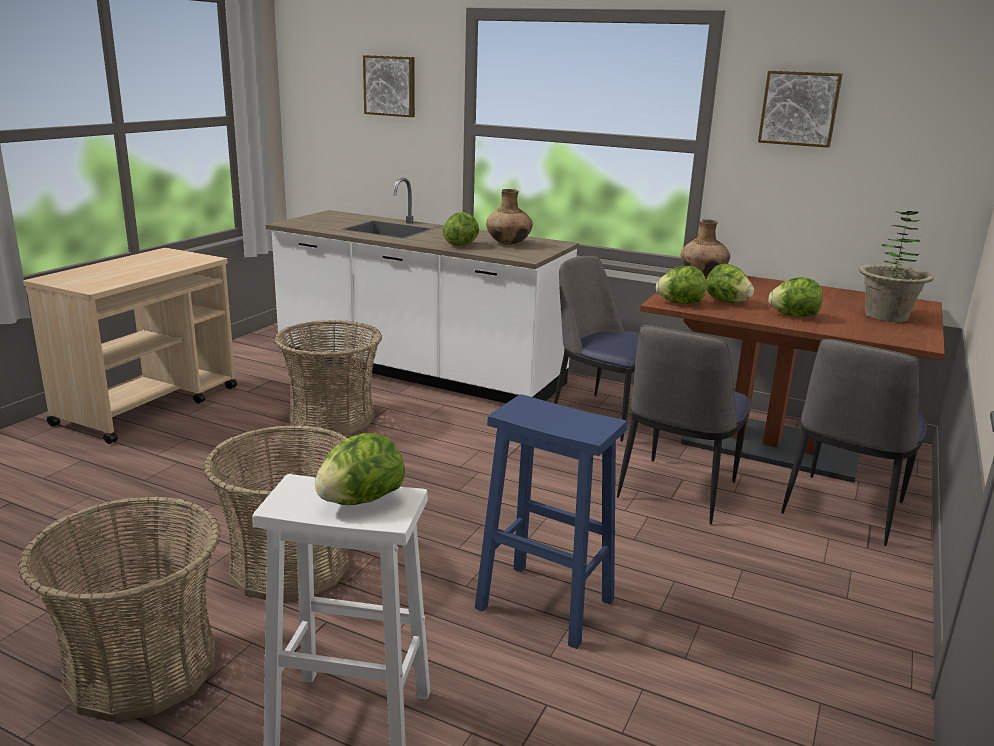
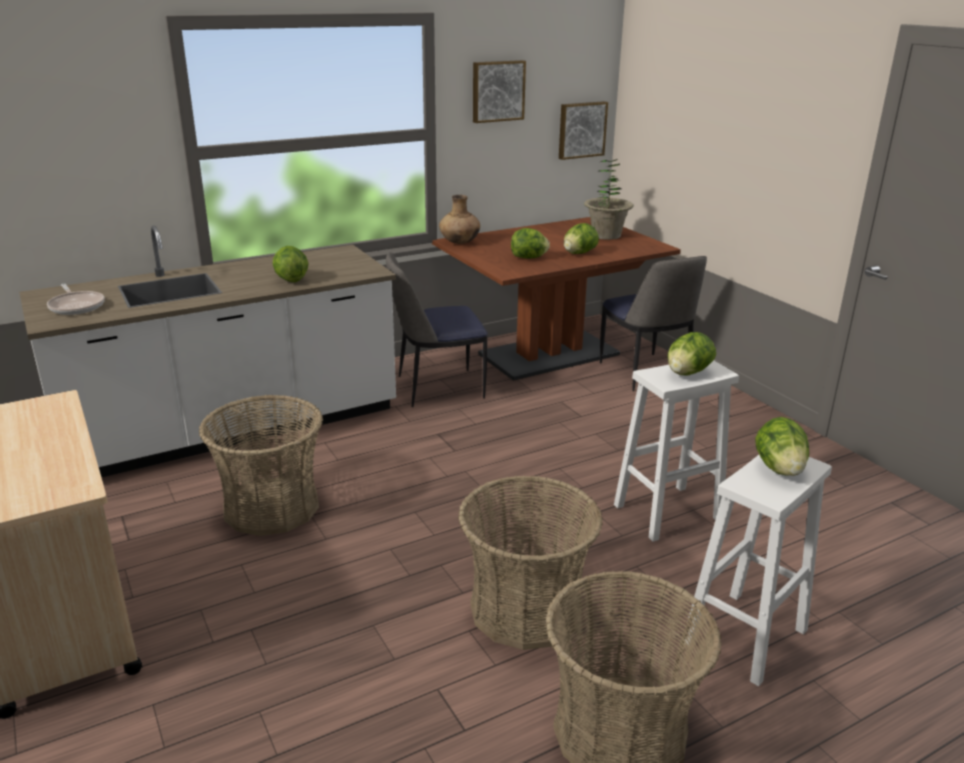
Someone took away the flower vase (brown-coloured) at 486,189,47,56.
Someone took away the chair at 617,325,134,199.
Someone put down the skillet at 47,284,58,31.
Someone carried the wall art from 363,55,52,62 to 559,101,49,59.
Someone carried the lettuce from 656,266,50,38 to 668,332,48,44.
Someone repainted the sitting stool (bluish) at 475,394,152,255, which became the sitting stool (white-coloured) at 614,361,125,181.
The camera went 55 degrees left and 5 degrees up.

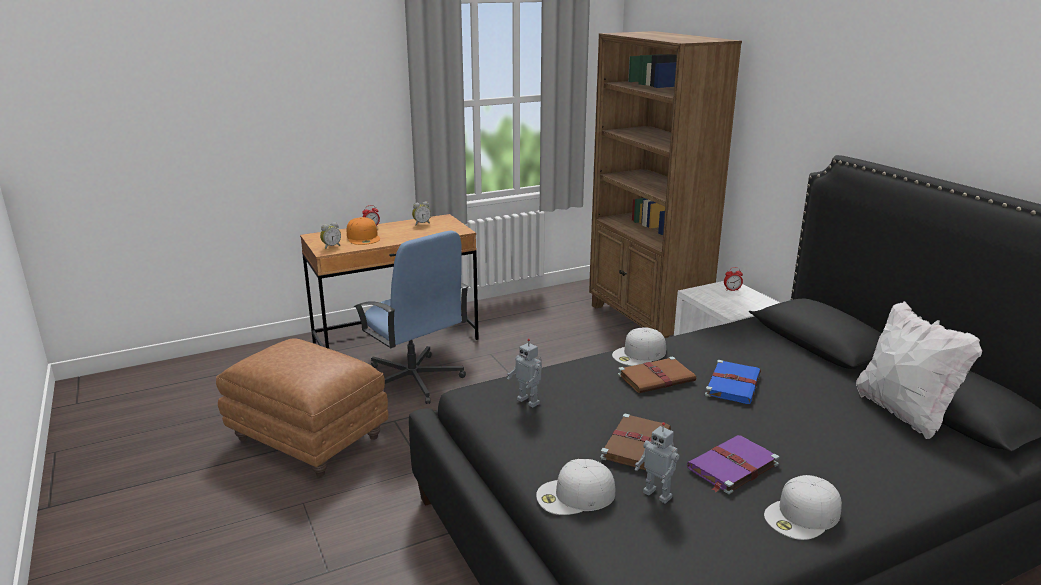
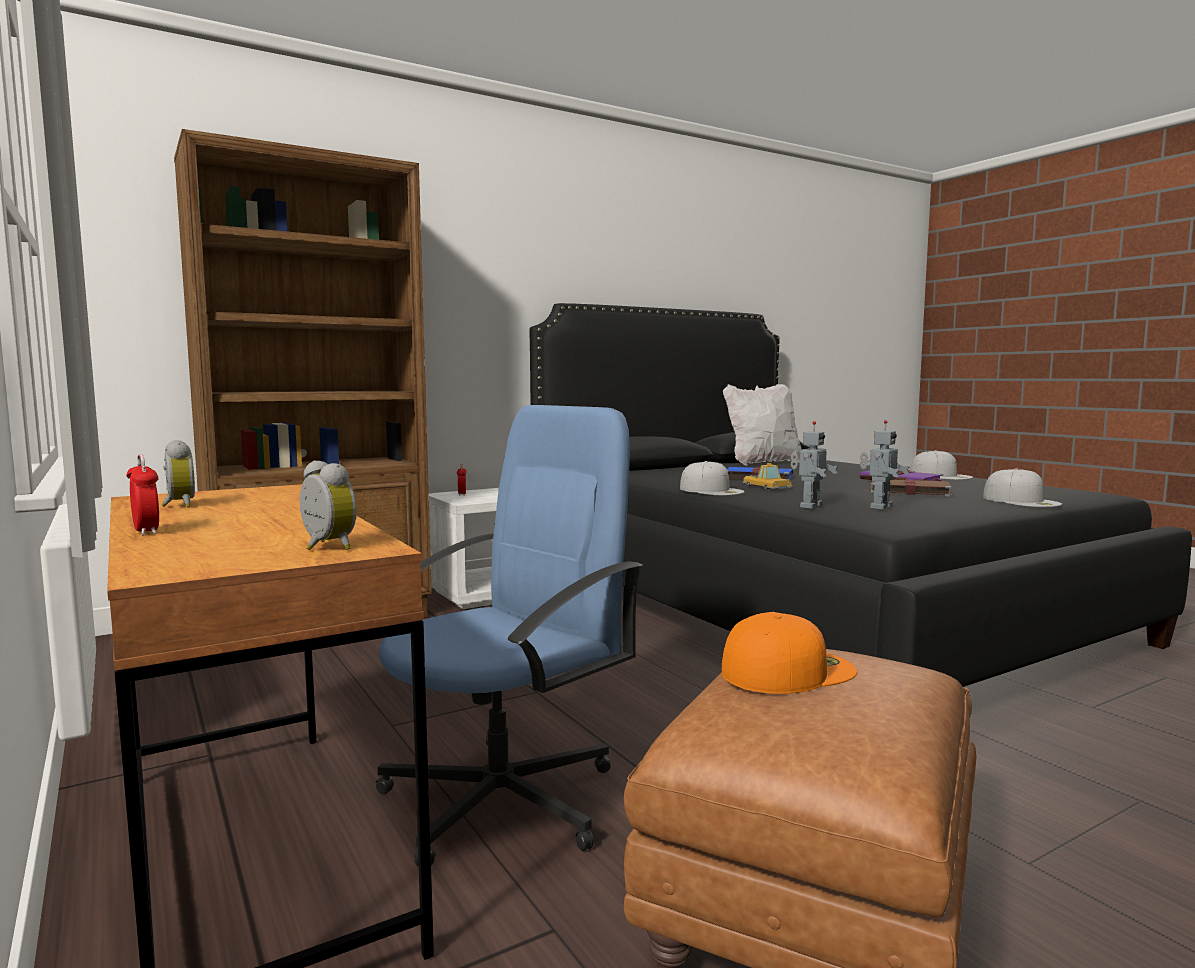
Someone carried the cap (orangey) from 347,217,33,28 to 721,612,137,82.
Someone carried the toy robot from 635,422,44,81 to 791,421,47,88.
Someone swapped the bound book (brown-coloured) at 618,357,78,36 for the model car at 743,463,49,26.
The camera went 95 degrees left and 15 degrees down.

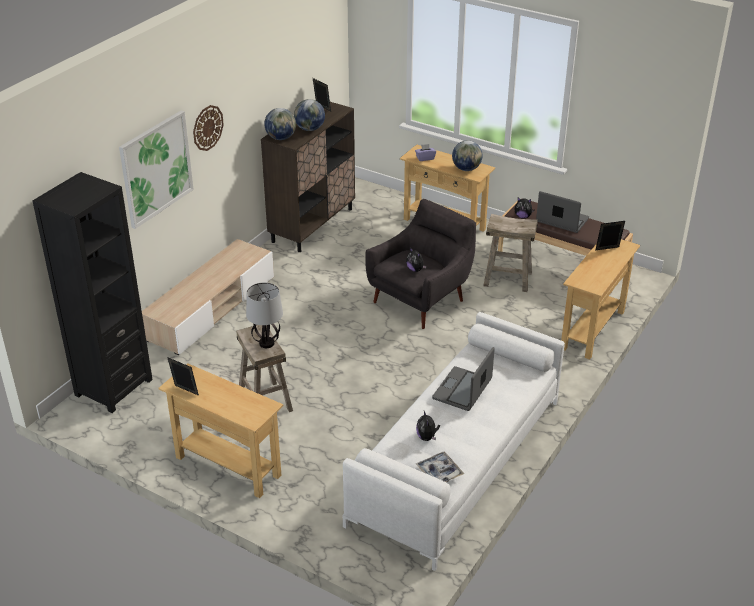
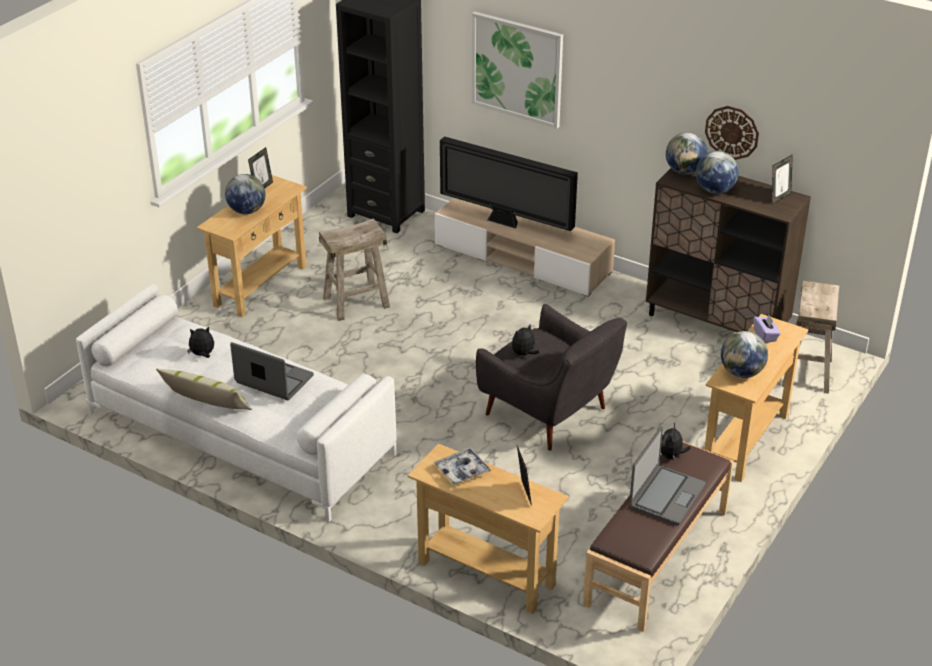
Someone took away the table lamp at 246,282,37,66.
Someone put down the pillow at 156,369,96,41.
Someone put down the globe at 225,174,40,40.
Someone put down the TV set at 440,136,138,95.
Someone carried the hanging clock from 193,105,31,46 to 705,106,54,54.
Someone carried the serving tray from 416,452,48,31 to 434,447,58,39.
Someone carried the sitting stool (beige) from 483,214,55,78 to 782,281,57,112.
The camera went 90 degrees right and 0 degrees up.

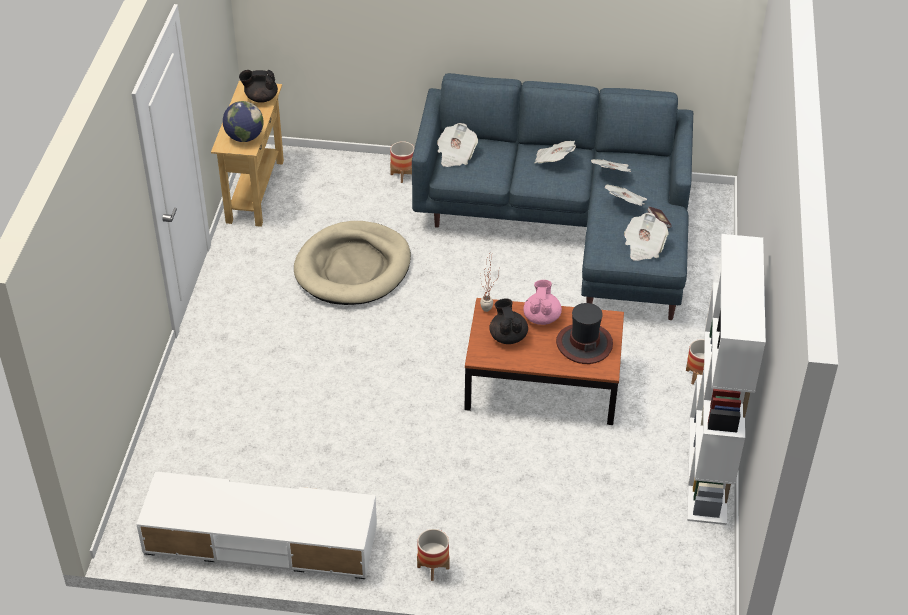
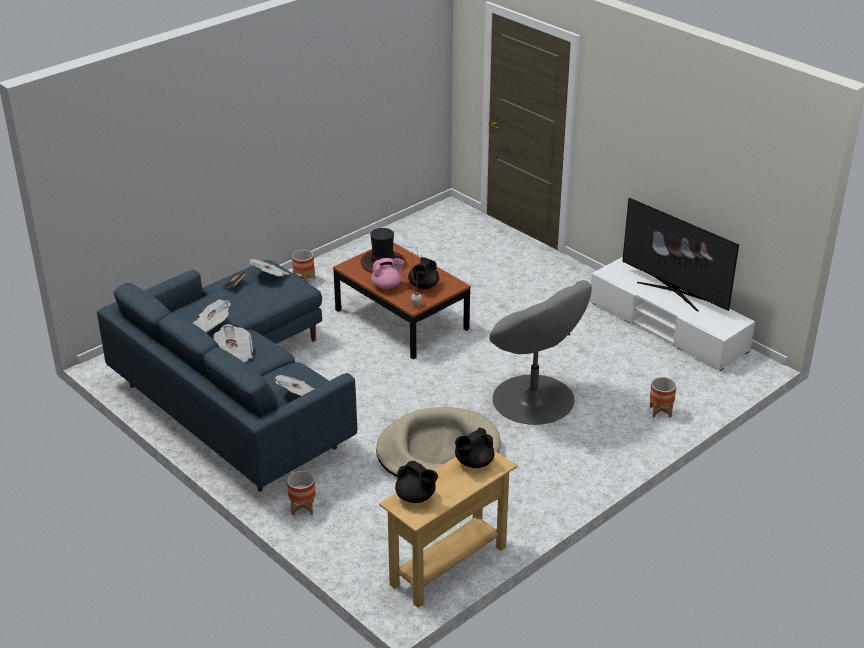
Someone took away the newspaper at 605,185,42,21.
Someone took away the bookshelf (white-coloured) at 687,234,79,291.
Someone put down the lounge chair (gray) at 489,280,103,145.
Someone put down the TV set at 622,198,117,114.
Someone carried the planter from 417,529,33,52 to 650,377,27,41.
Someone swapped the globe at 223,101,41,41 for the pot for tea (black-coloured) at 455,427,39,41.
Someone rotated the pot for tea (pink-coloured) at 523,280,39,45 by 150 degrees counterclockwise.
The camera went 140 degrees left and 10 degrees down.

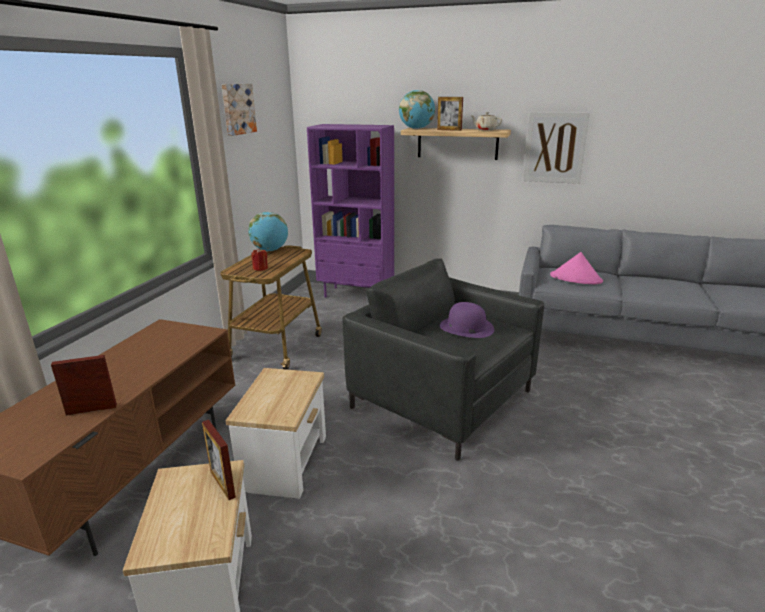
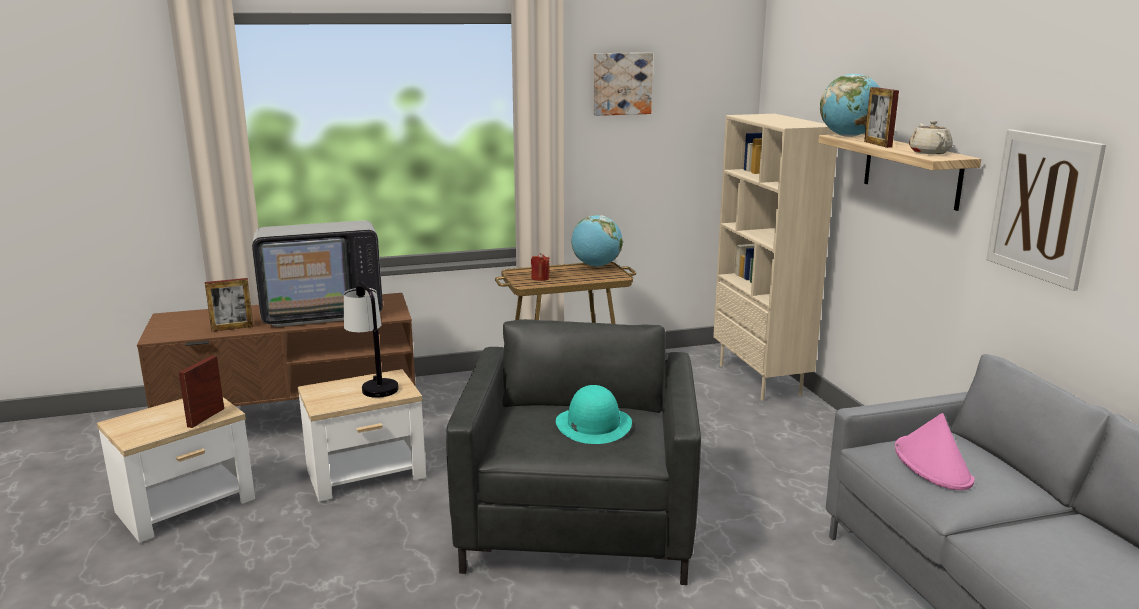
Someone put down the TV set at 252,221,131,106.
Someone put down the table lamp at 344,281,54,117.
Someone repainted the bookshelf (purplish) at 307,124,87,174, which became the bookshelf (beige) at 713,114,124,287.
Someone repainted the hat (purplish) at 440,302,54,36, which became the hat (turquoise-coloured) at 556,385,76,59.
Someone rotated the standing frame at 51,355,66,61 by 120 degrees clockwise.
The camera went 55 degrees right and 5 degrees down.

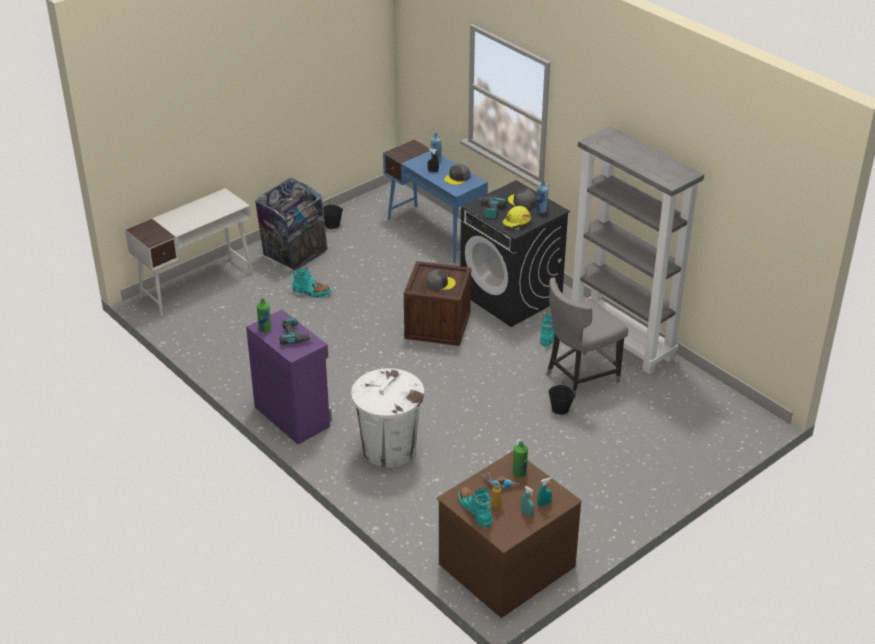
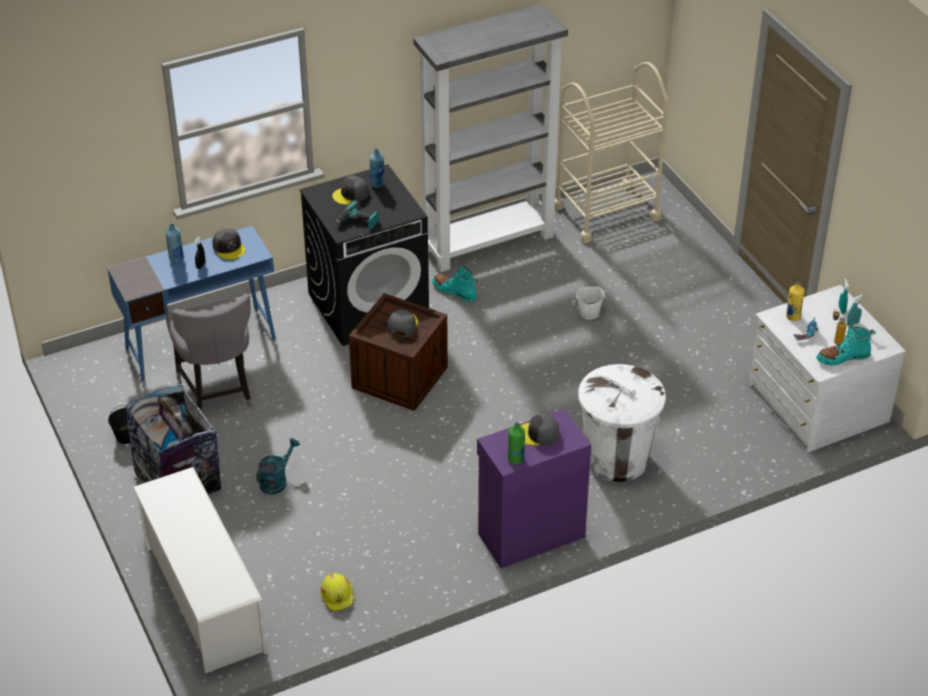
Someone put down the cart (beige) at 555,62,114,181.
Someone carried the safety helmet (yellowish) from 502,206,29,24 to 321,573,34,39.
Someone carried the chair (gray) from 546,278,82,120 to 166,294,87,126.
Someone swapped the desk unit (white-coloured) at 125,188,128,128 for the shoe rack (white-coloured) at 133,467,134,206.
Someone swapped the drill at 280,318,33,27 for the cap (gray) at 521,414,38,31.
Someone swapped the tall boot (turquoise-coloured) at 290,268,41,30 for the sprinkling can (turquoise-coloured) at 257,438,43,56.
Someone repainted the drawer chest (brown-coloured) at 437,450,145,168, which became the drawer chest (white-coloured) at 749,285,157,167.
Someone repainted the drink bottle (greenish) at 513,441,15,37, which became the drink bottle (yellowish) at 786,282,19,39.
Someone repainted the bucket (black-coloured) at 548,381,27,34, which became the bucket (white-coloured) at 576,282,28,38.
The camera went 75 degrees left and 5 degrees up.

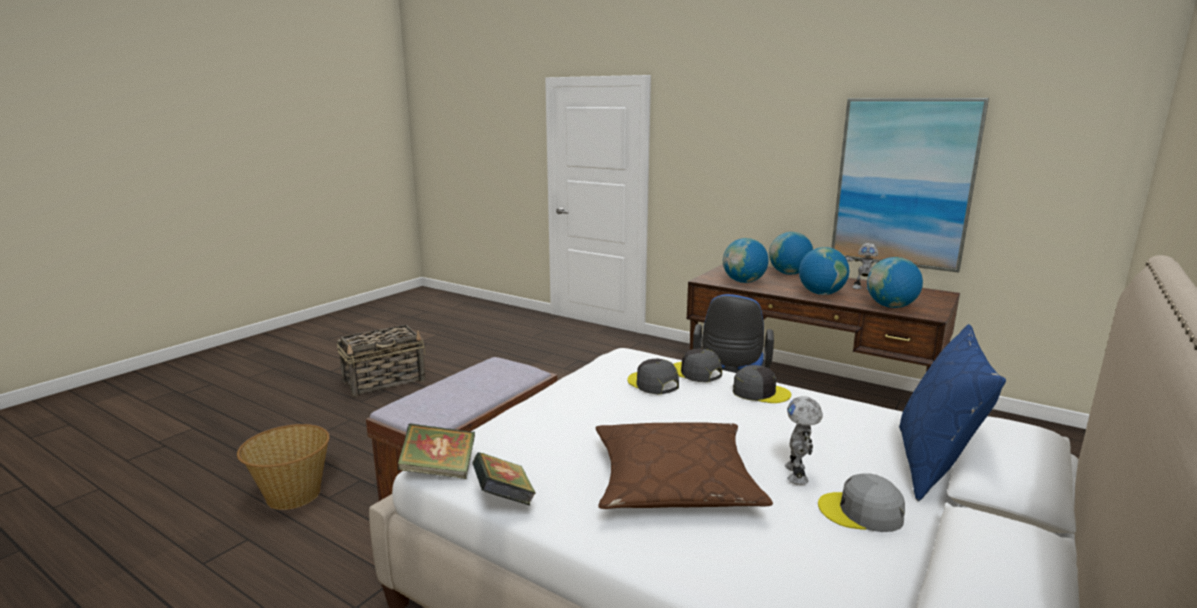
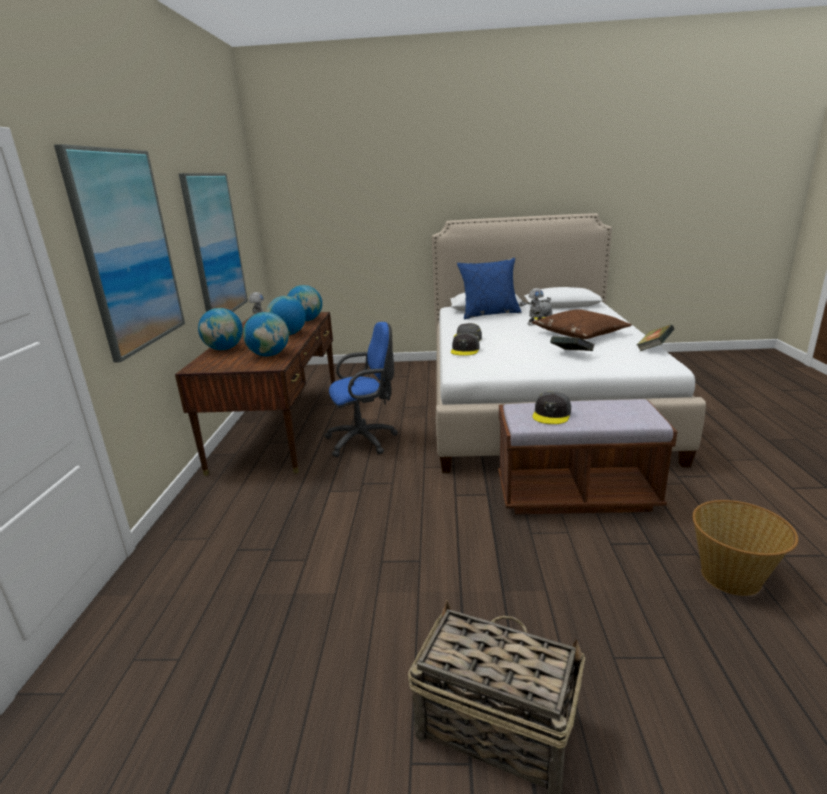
Someone put up the wall art at 54,144,131,219.
Someone carried the bound book from 398,423,77,56 to 550,336,45,15.
Someone carried the cap (gray) from 627,359,52,35 to 532,392,39,32.
The camera went 120 degrees left and 5 degrees up.

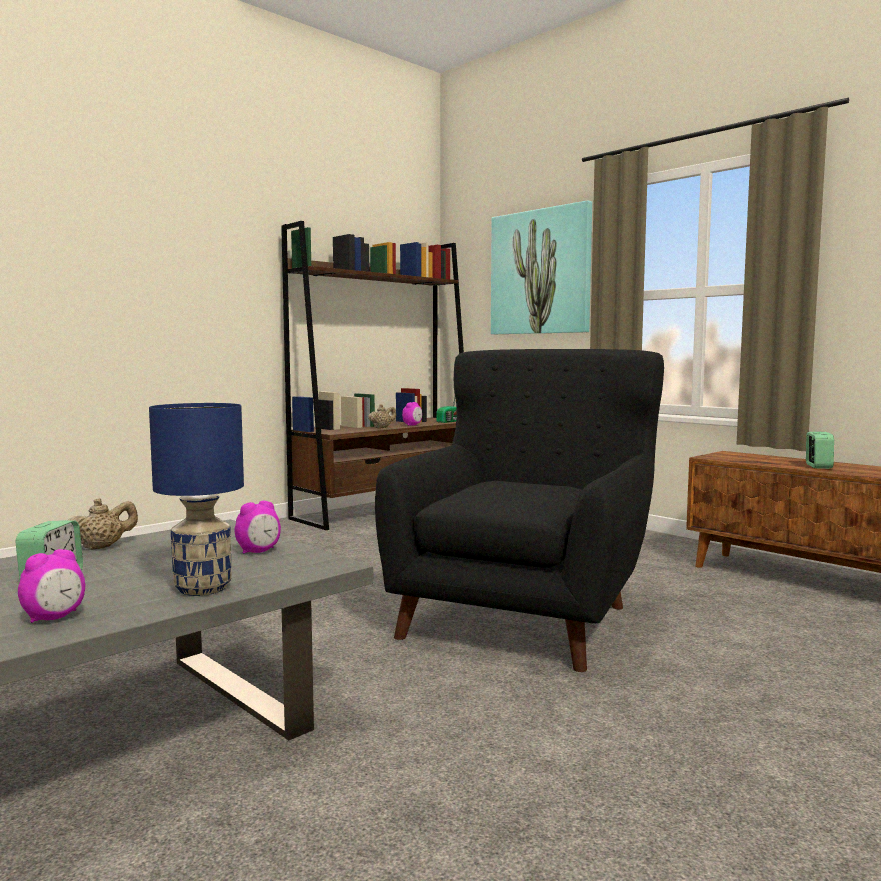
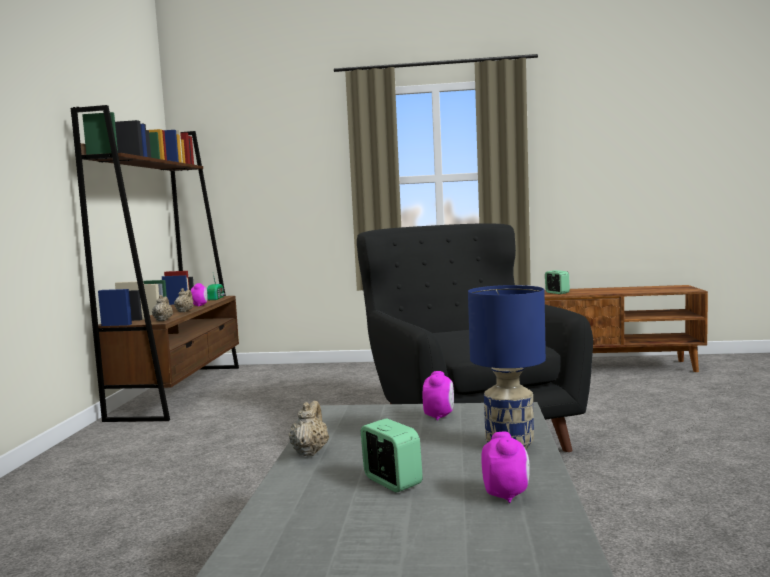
Someone took away the wall art at 491,200,101,134.
Someone put down the pot for tea (beige) at 152,295,21,26.
The camera went 40 degrees left and 0 degrees up.

